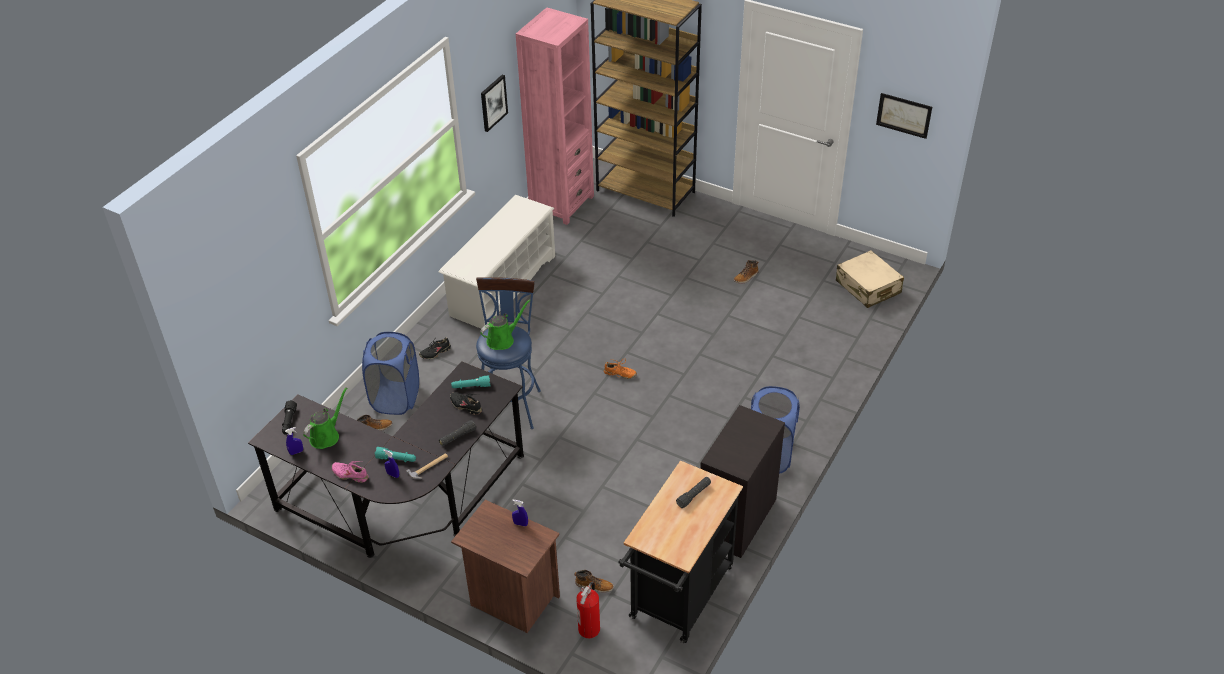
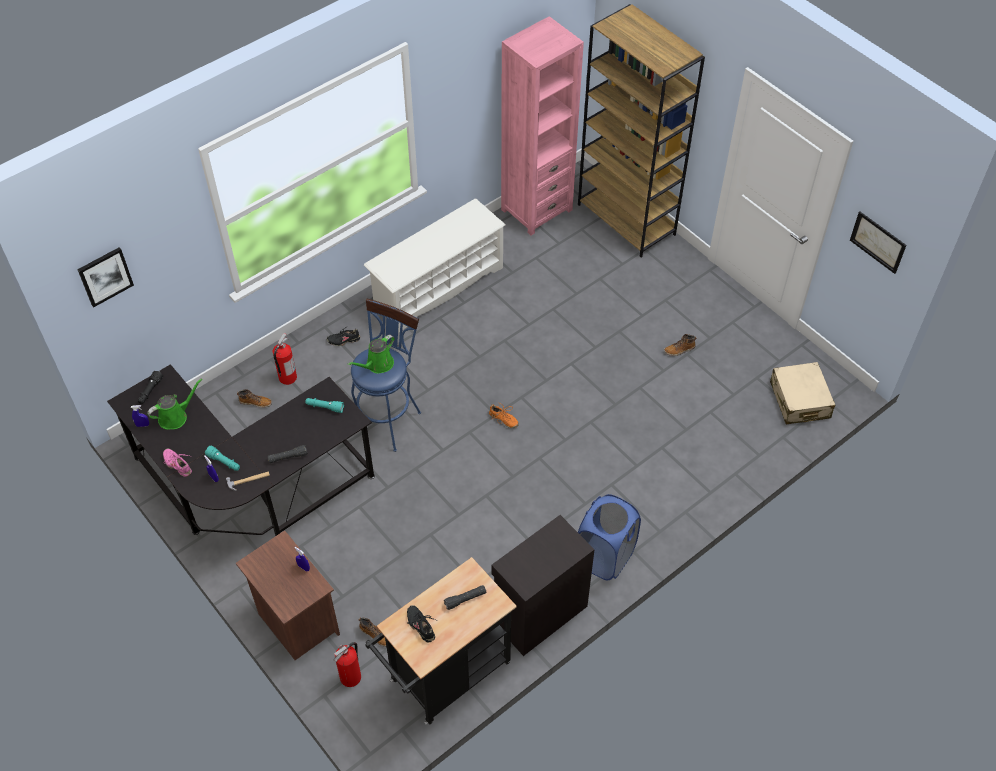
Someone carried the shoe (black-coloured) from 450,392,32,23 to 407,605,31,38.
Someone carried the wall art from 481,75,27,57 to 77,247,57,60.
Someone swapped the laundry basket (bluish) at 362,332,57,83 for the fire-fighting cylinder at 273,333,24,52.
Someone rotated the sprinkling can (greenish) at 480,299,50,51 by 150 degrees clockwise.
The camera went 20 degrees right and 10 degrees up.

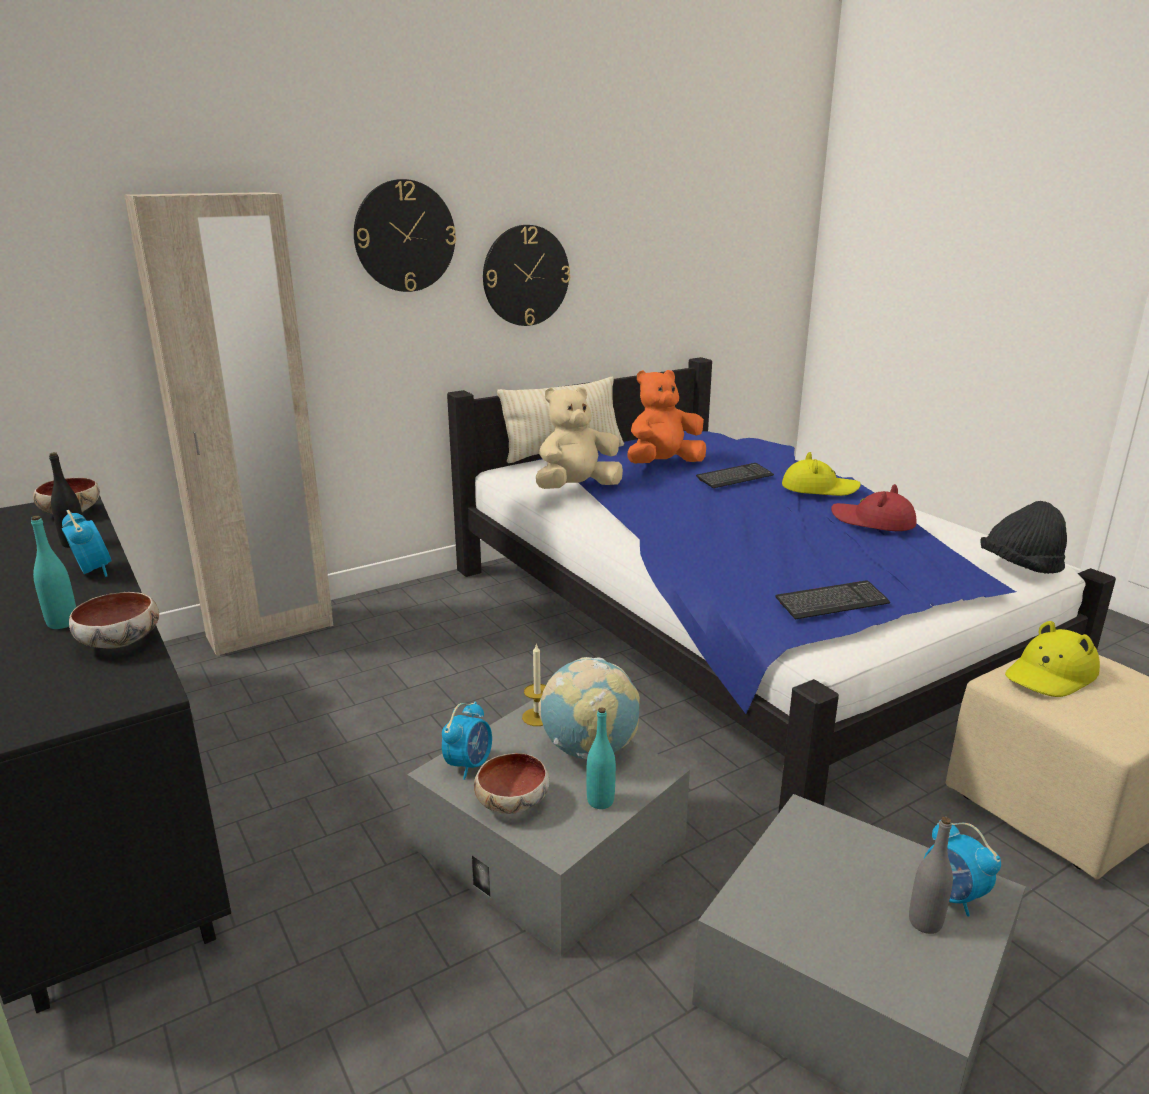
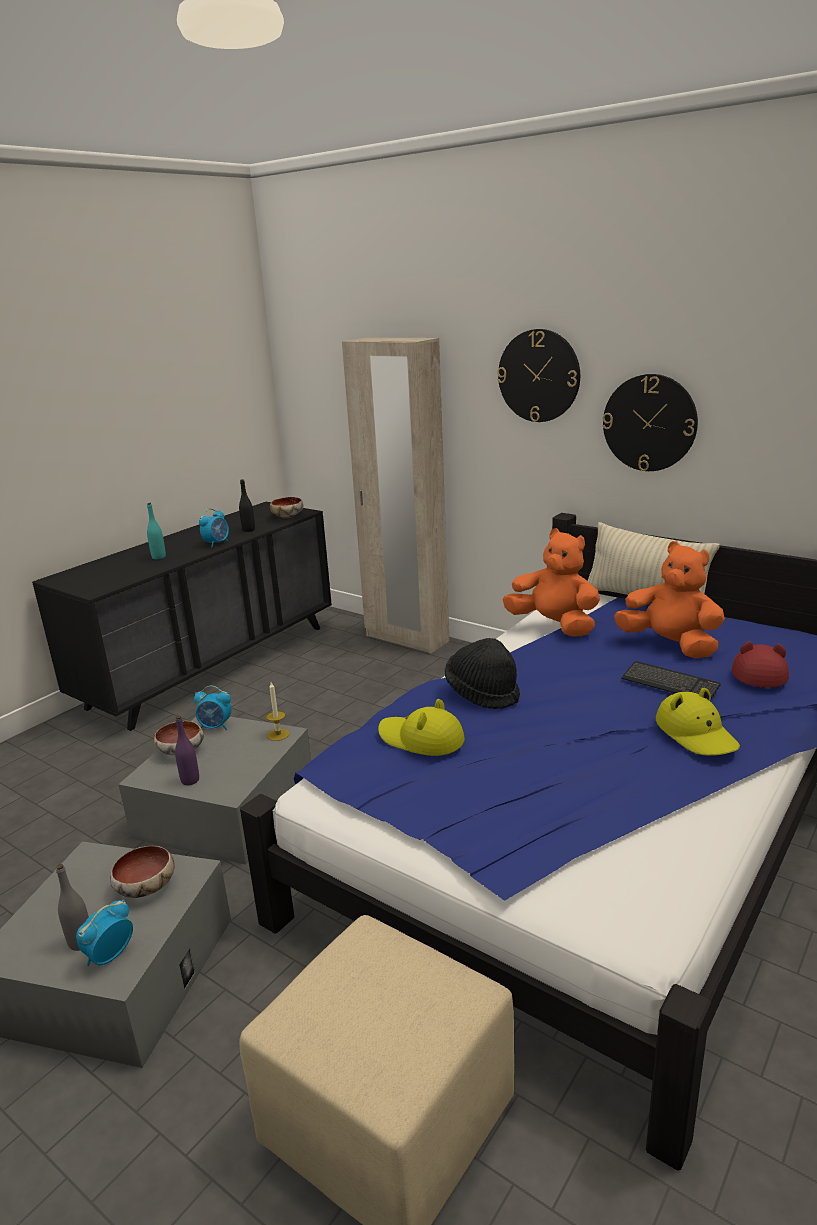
Someone took away the globe at 538,657,102,102.
Someone took away the computer keyboard at 775,580,115,40.
Someone carried the serving bowl from 69,592,90,56 to 110,846,65,52.
Someone carried the hat (red-coloured) from 831,484,86,47 to 732,641,57,47.
Someone carried the hat (black-coloured) from 980,501,87,73 to 445,638,75,71.
Someone carried the hat (yellowish) from 1005,621,95,76 to 378,699,87,57.
Someone repainted the soft toy (beige) at 536,387,87,102, which became the soft toy (orangey) at 502,528,98,109.
Someone repainted the drink bottle (turquoise-coloured) at 586,707,30,102, which became the drink bottle (purplish) at 175,716,24,69.
The camera went 70 degrees right and 0 degrees up.

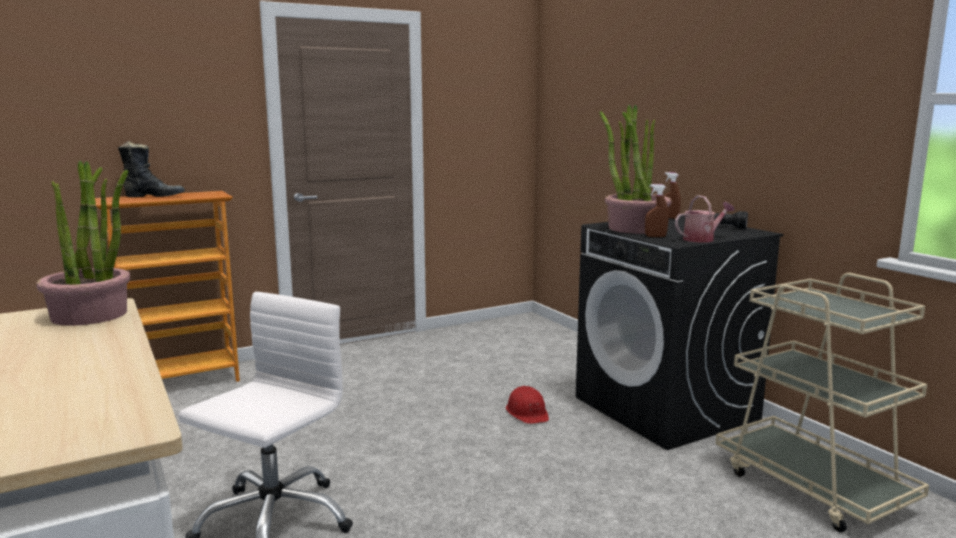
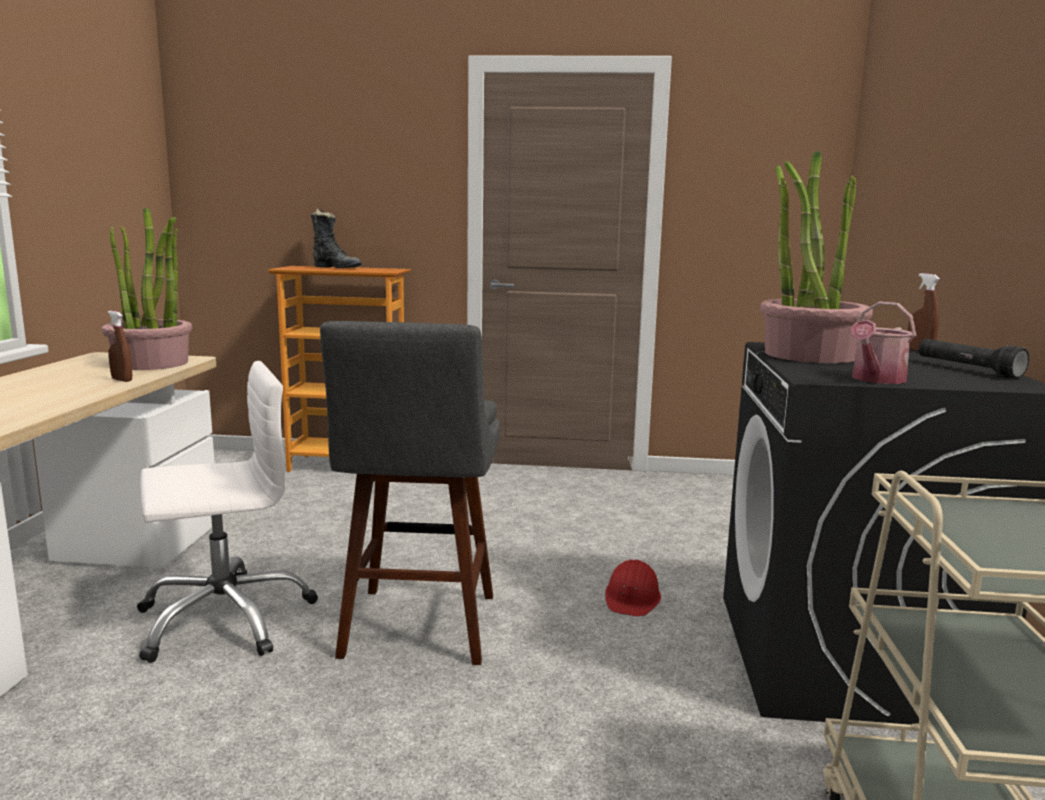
Someone put down the sitting stool (gray) at 320,321,180,344.
Someone carried the sprayer (brown-coloured) from 645,184,23,53 to 108,311,24,71.
Someone rotated the sprinkling can at 675,195,60,48 by 120 degrees clockwise.
The camera went 35 degrees right and 0 degrees up.

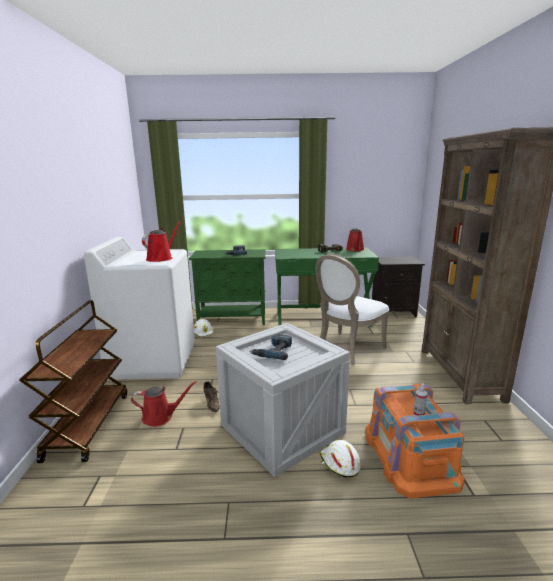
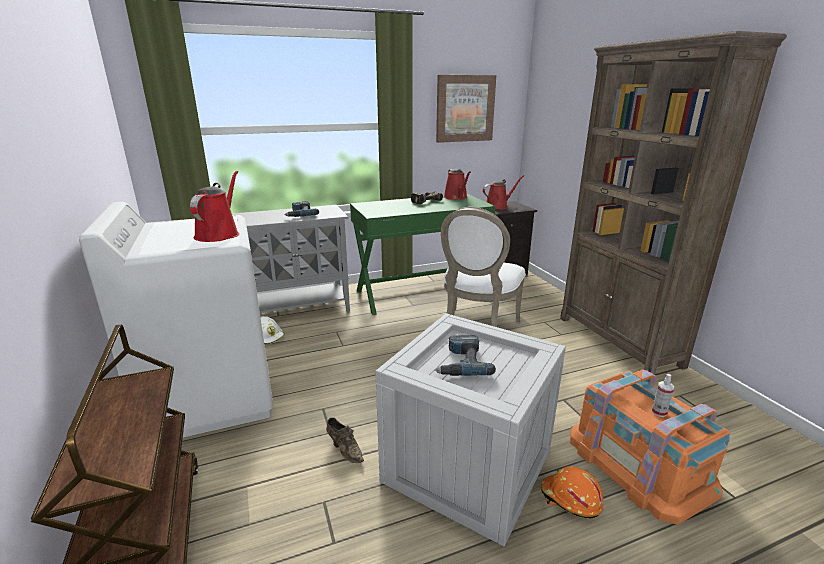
Someone put up the wall art at 436,75,60,68.
Someone carried the sprinkling can (red-coloured) from 131,381,66,46 to 483,175,41,35.
Someone repainted the cabinet (greenish) at 189,249,77,76, which became the cabinet (gray) at 232,205,118,108.
Someone repainted the safety helmet (white-coloured) at 320,440,40,38, which became the safety helmet (orangey) at 541,466,62,52.
The camera went 20 degrees left and 5 degrees up.

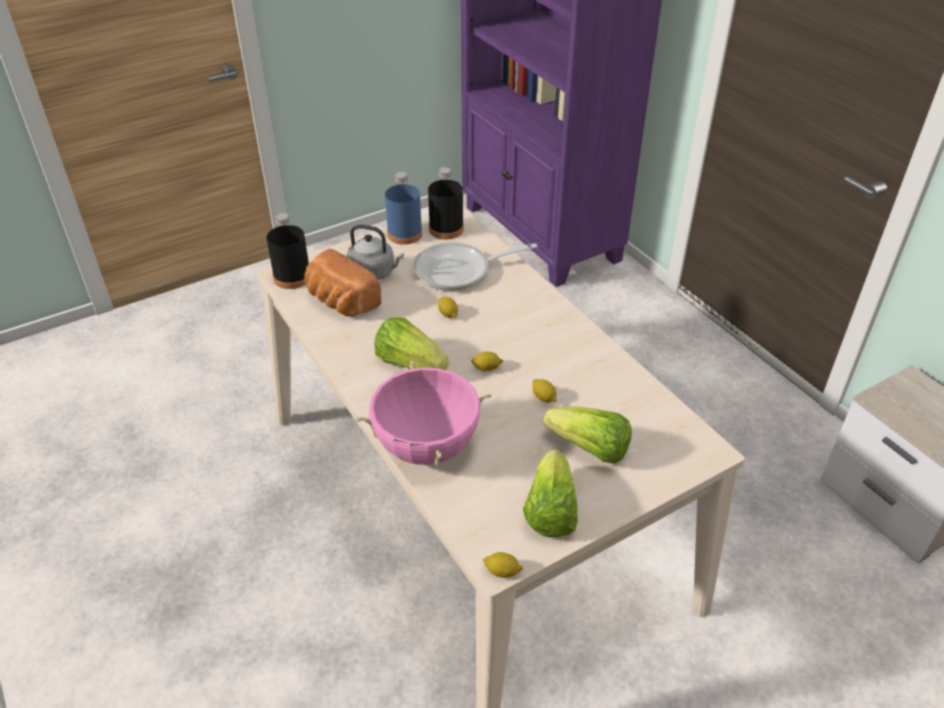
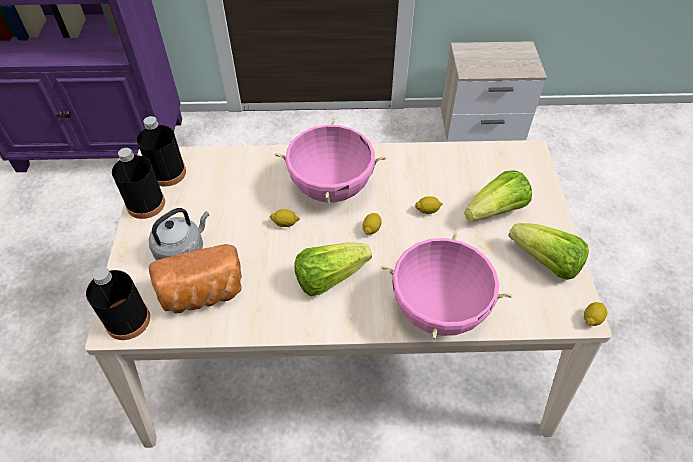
Someone took away the skillet at 413,242,125,49.
Someone put down the cooking pot (pink-coloured) at 275,118,111,86.
Someone repainted the drink bottle (bluish) at 385,172,38,73, which became the drink bottle (black-coloured) at 112,148,53,71.
The camera went 60 degrees left and 10 degrees up.

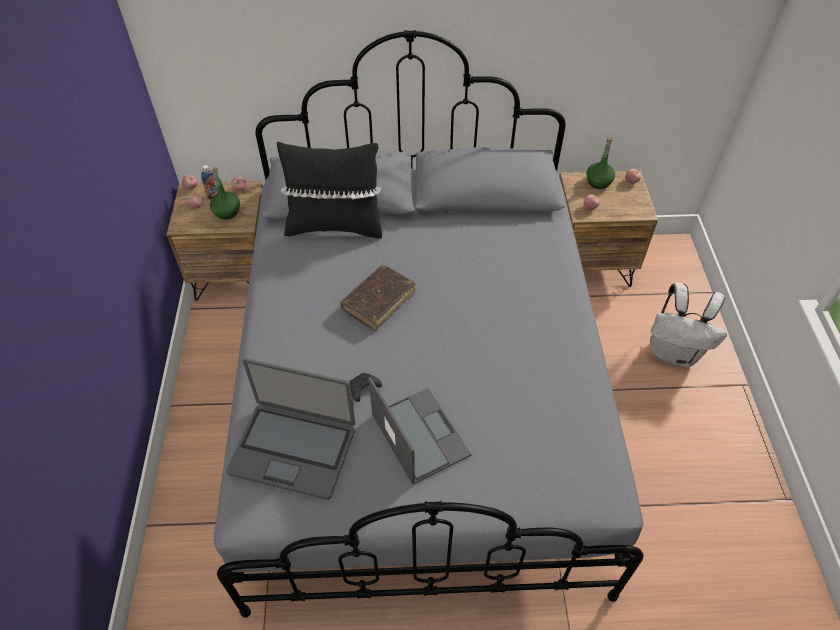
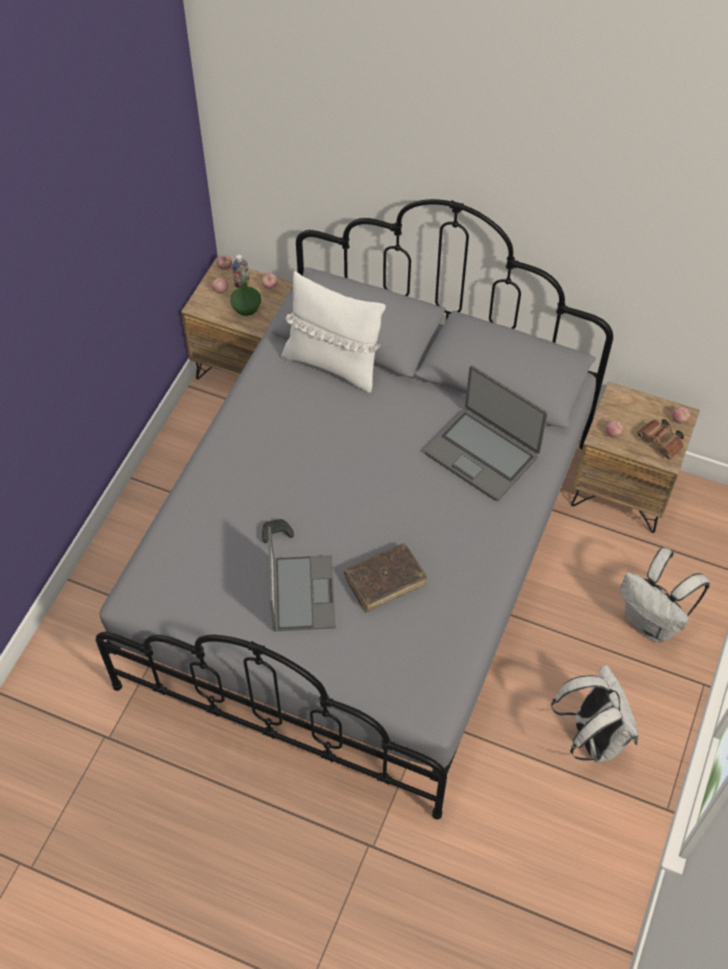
Someone took away the drink bottle (greenish) at 586,137,29,52.
Someone put down the knapsack (white-coloured) at 551,665,88,97.
Someone put down the pair of binoculars (brown-coloured) at 637,419,47,41.
Someone carried the laptop from 226,358,129,142 to 425,366,123,135.
Someone carried the bound book (brown-coloured) from 340,265,76,66 to 344,543,83,69.
Someone repainted the pillow (black-coloured) at 277,141,105,98, which became the pillow (white-coloured) at 281,271,105,122.
The camera went 25 degrees right and 5 degrees up.

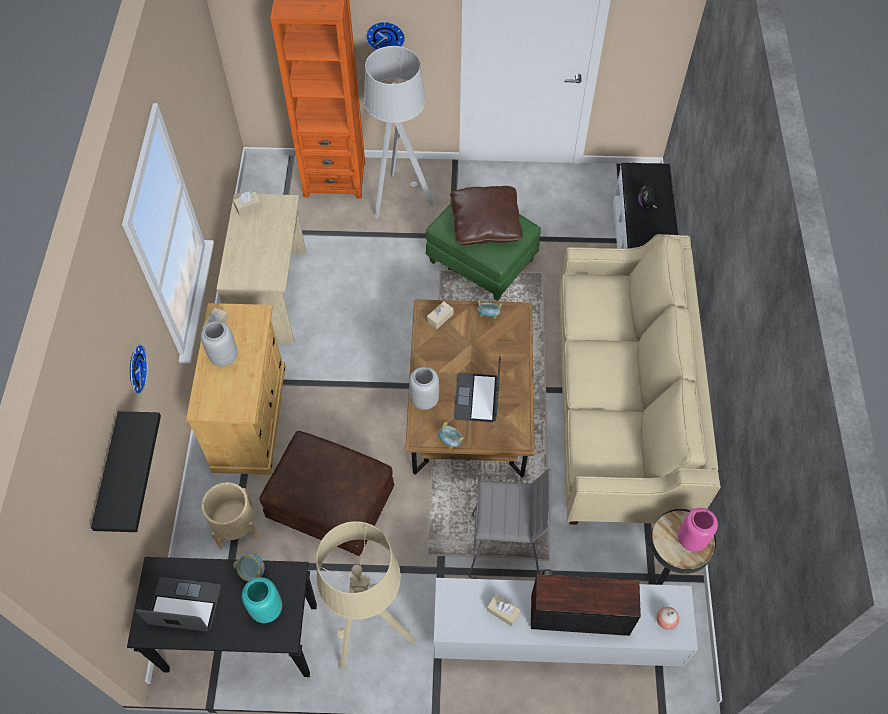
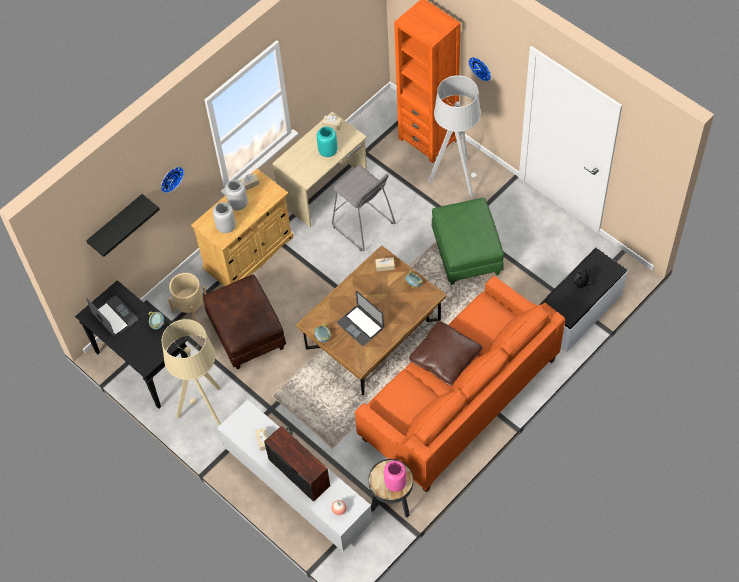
Someone carried the flower vase (turquoise-coloured) from 242,577,40,46 to 317,127,20,30.
Someone carried the flower vase (gray) from 409,367,30,43 to 213,202,23,31.
Someone carried the pillow (brown-coloured) from 450,186,73,59 to 409,321,74,65.
Someone carried the sitting stool (gray) from 468,469,84,111 to 332,165,63,86.
Someone repainted the couch (beige) at 559,234,162,291, which became the couch (orangey) at 355,276,210,217.
Someone rotated the laptop at 454,356,47,67 by 90 degrees counterclockwise.
The camera went 45 degrees right and 0 degrees up.

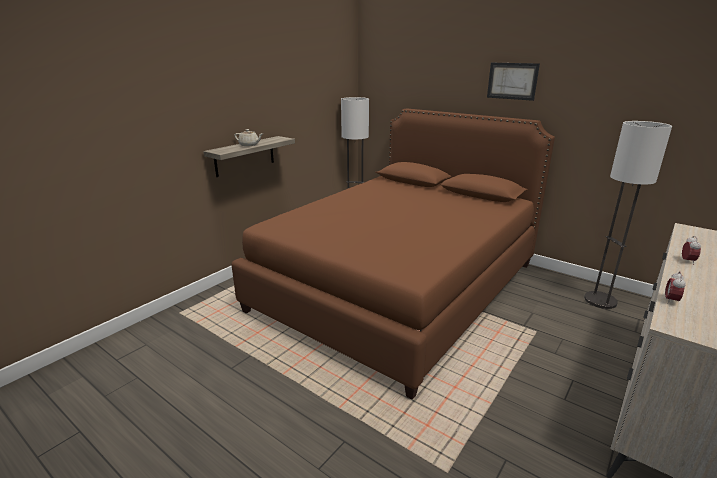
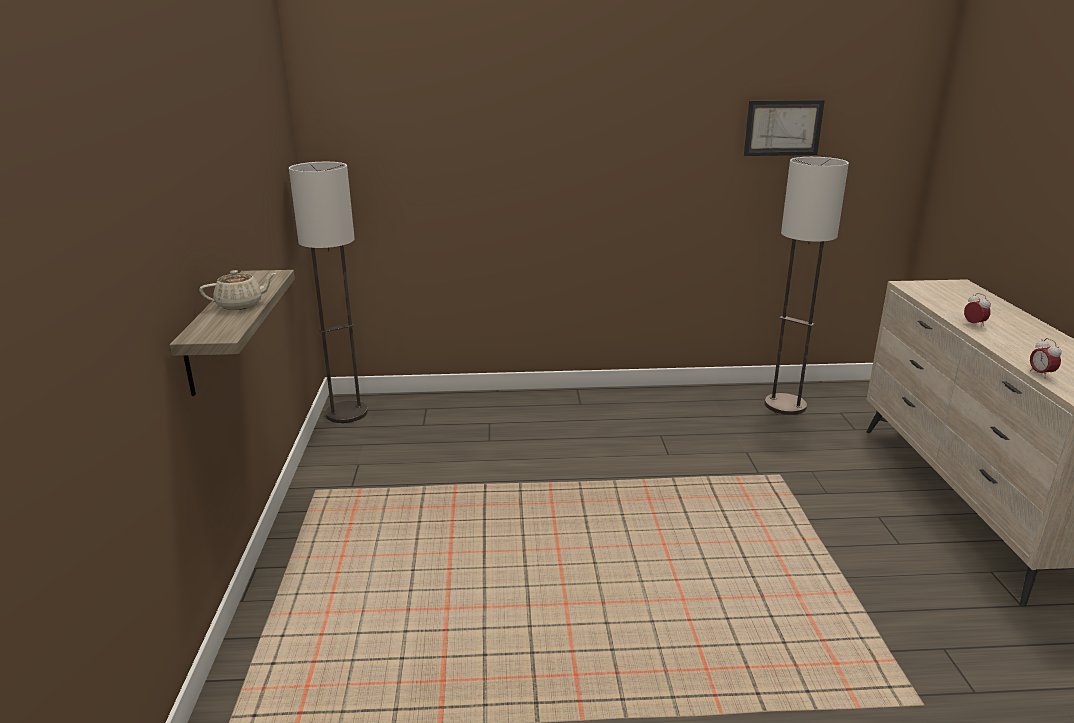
Someone took away the bed (brown-coloured) at 231,108,324,292.
Someone carried the wall art from 487,63,53,38 to 744,100,81,56.
The camera went 40 degrees left and 0 degrees up.

